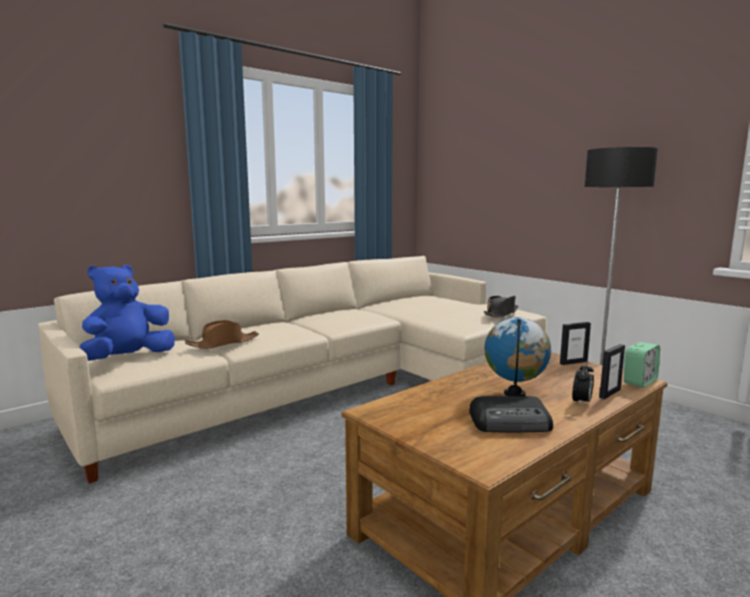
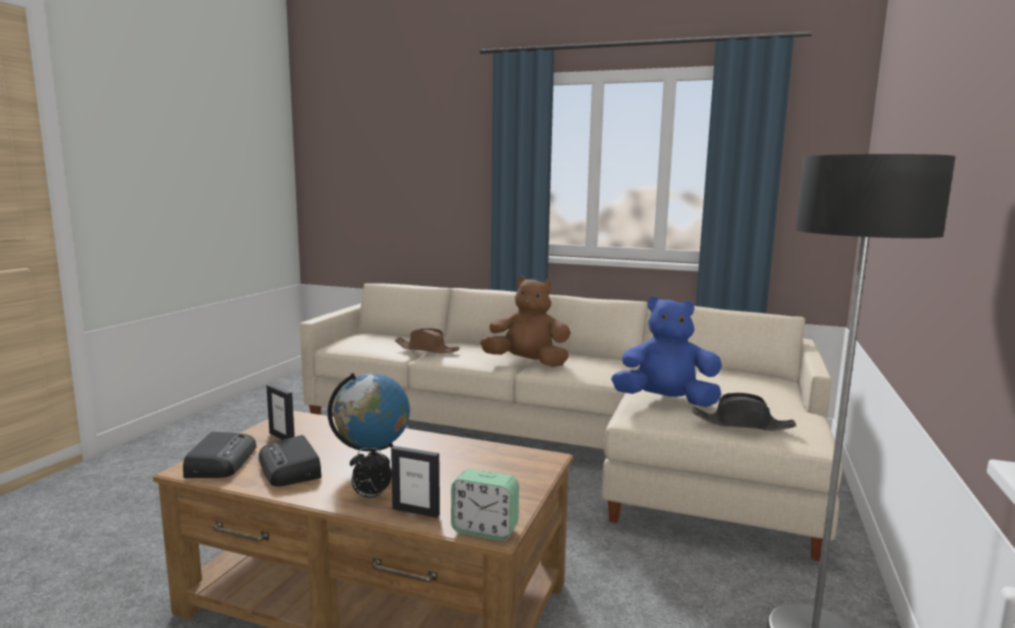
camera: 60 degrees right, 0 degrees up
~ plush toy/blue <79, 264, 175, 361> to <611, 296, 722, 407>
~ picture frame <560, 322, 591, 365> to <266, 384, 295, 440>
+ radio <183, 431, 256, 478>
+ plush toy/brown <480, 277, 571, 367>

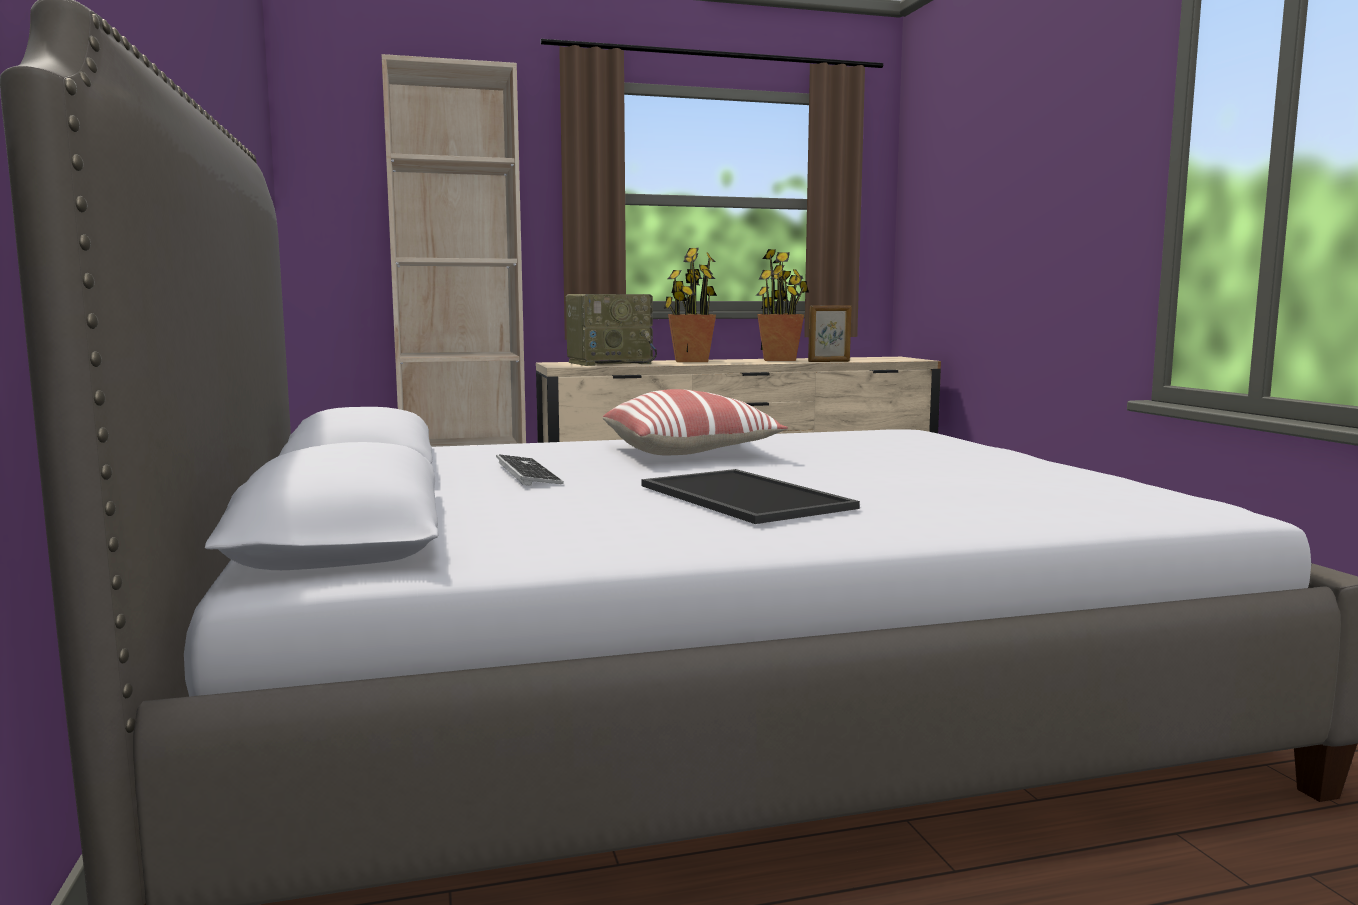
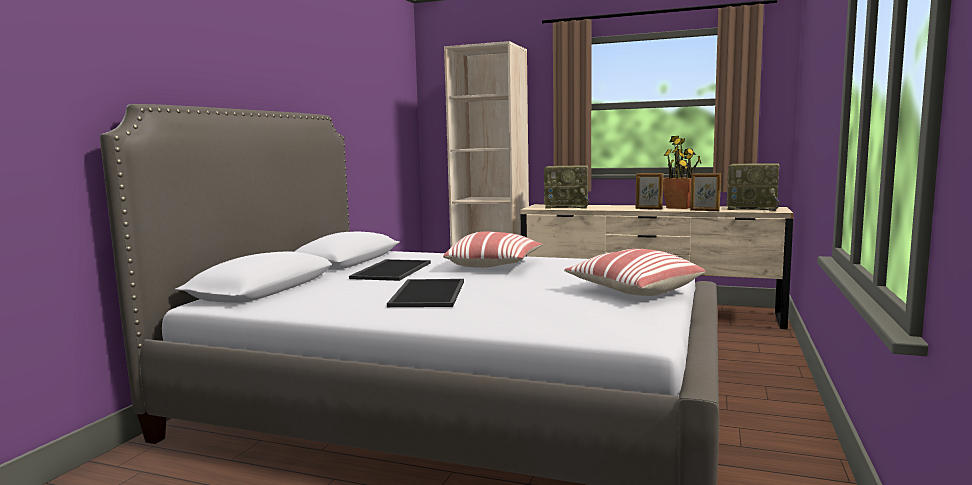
camera: 35 degrees right, 0 degrees up
~ keyboard <496, 454, 564, 486> to tray <349, 259, 431, 281>
- potted plant <663, 248, 717, 362>
+ pillow <564, 249, 706, 296>
+ picture frame <635, 173, 663, 210>
+ radio <727, 163, 780, 211>

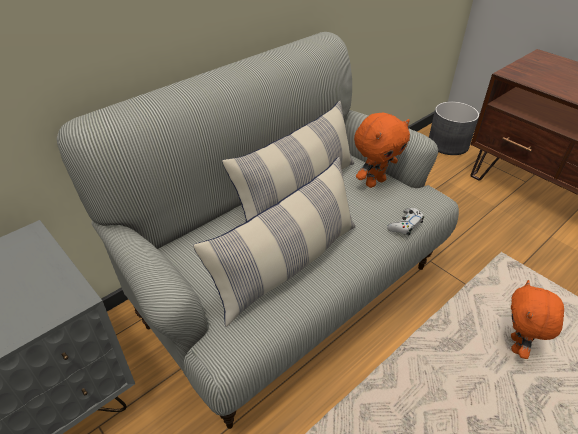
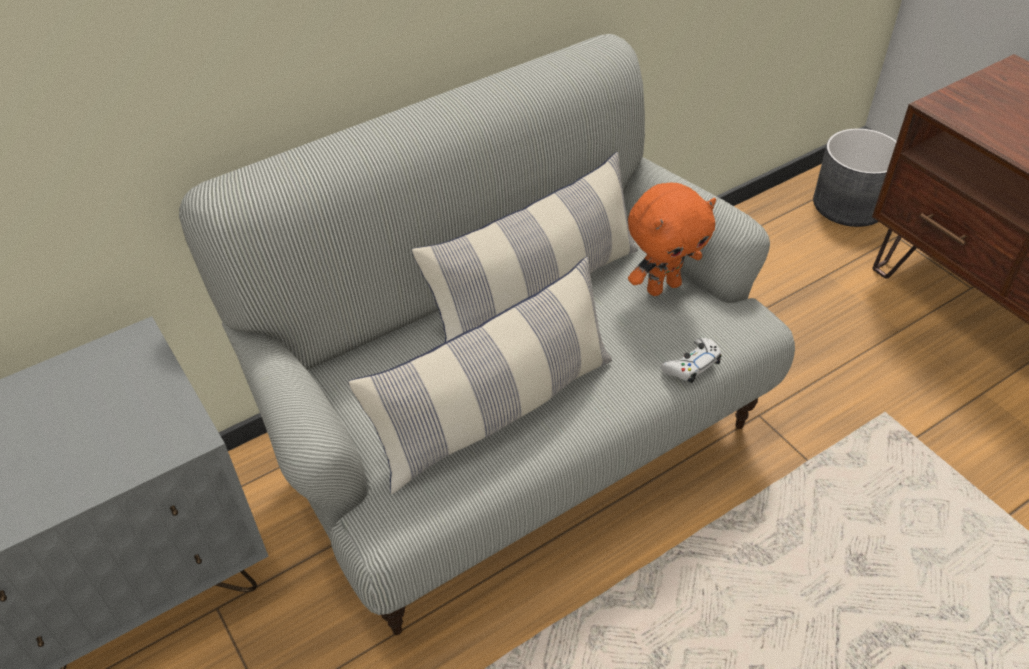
camera: 10 degrees right, 5 degrees up
- plush toy/orange <511, 280, 564, 359>

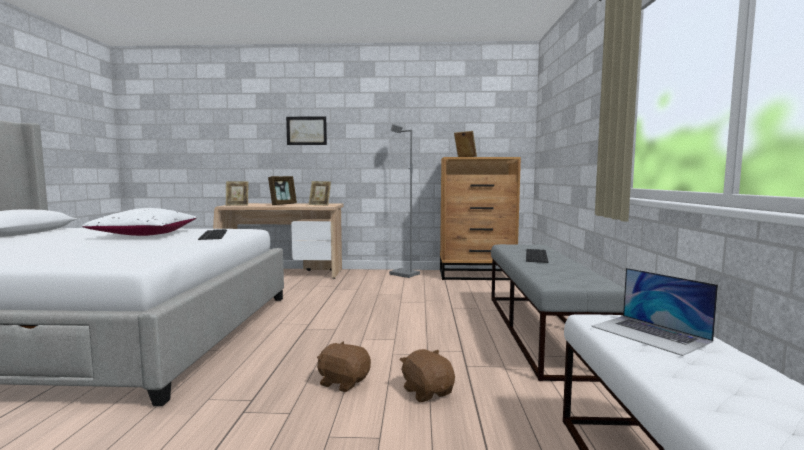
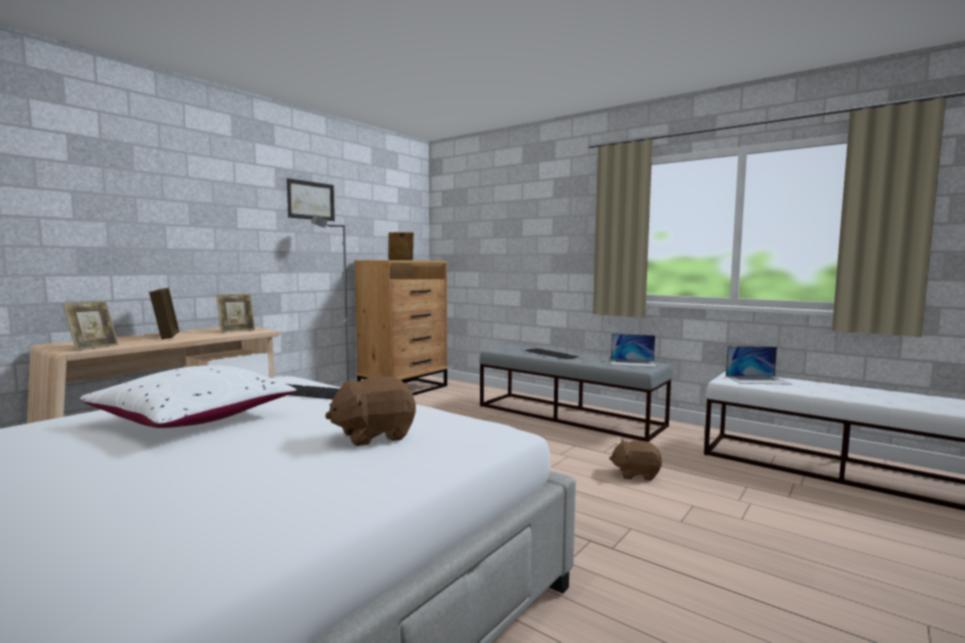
camera: 55 degrees left, 0 degrees up
~ picture <286, 116, 327, 145> to <287, 178, 335, 221>
~ plush toy/brown <317, 341, 371, 392> to <325, 376, 416, 446>
+ laptop <611, 334, 657, 367>

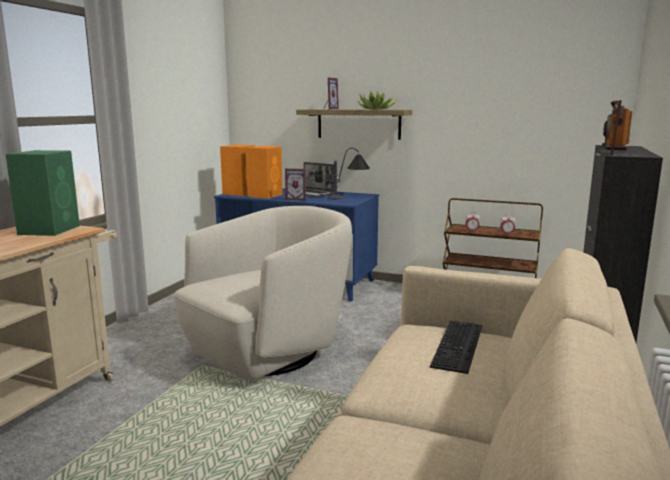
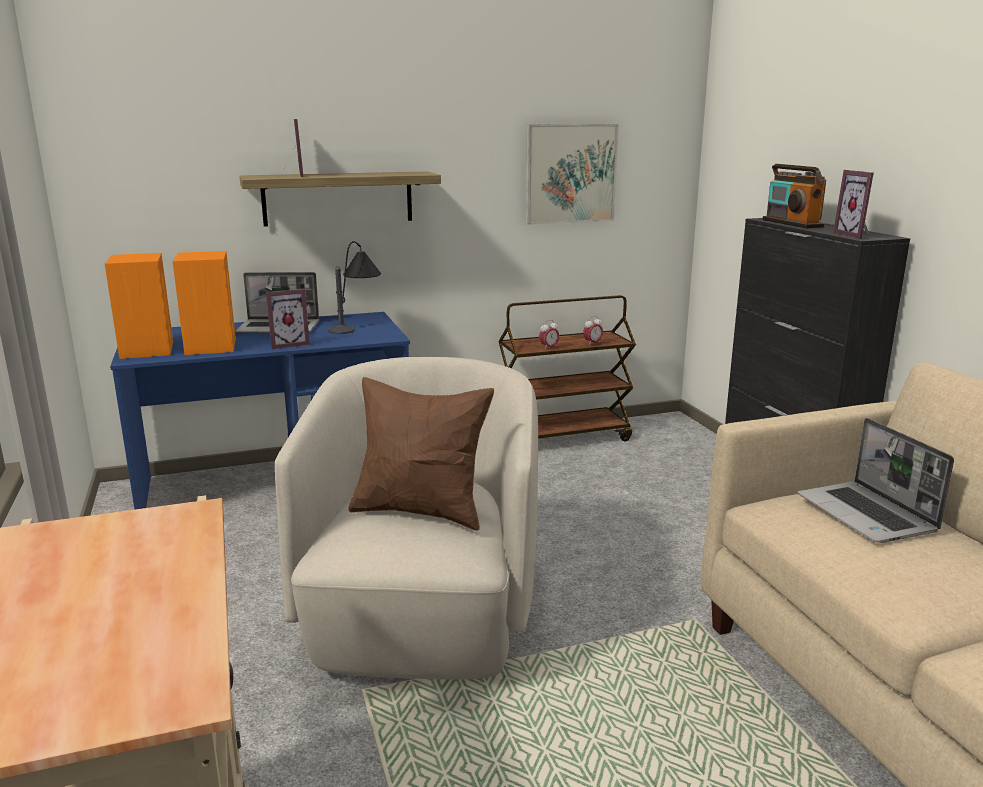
camera: 40 degrees left, 5 degrees up
- speaker/green <5, 150, 80, 236>
- potted plant <357, 91, 397, 109>
~ keyboard <430, 321, 482, 374> to laptop <798, 418, 954, 543>
+ pillow/brown <348, 377, 494, 531>
+ picture <526, 124, 619, 225>

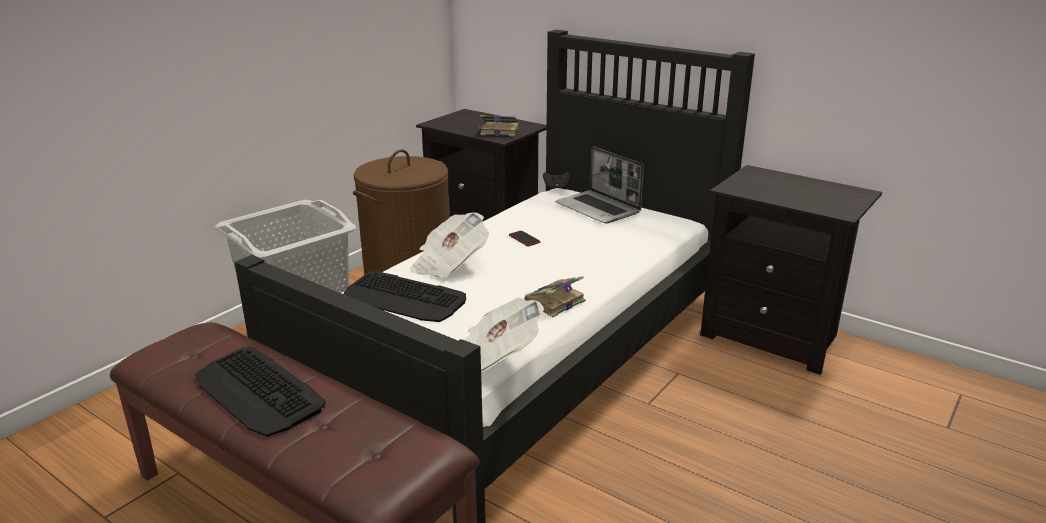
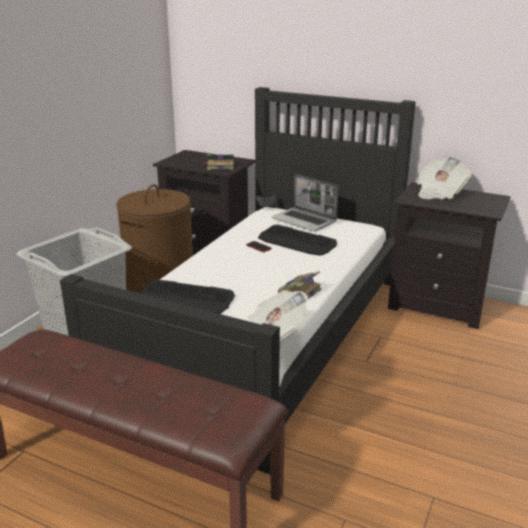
camera: 10 degrees left, 0 degrees up
~ keyboard <195, 346, 326, 437> to <258, 225, 337, 256>
~ newspaper <410, 212, 489, 278> to <417, 157, 472, 199>

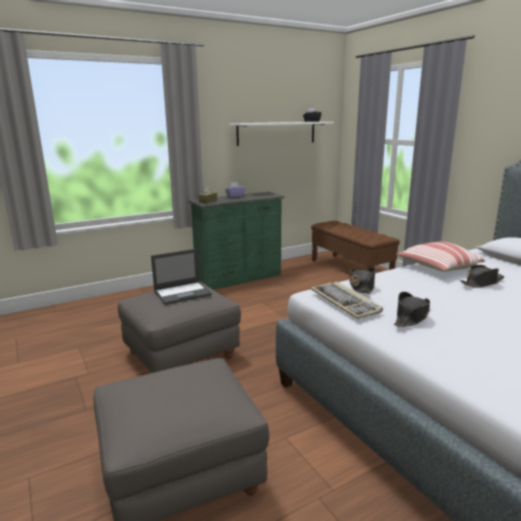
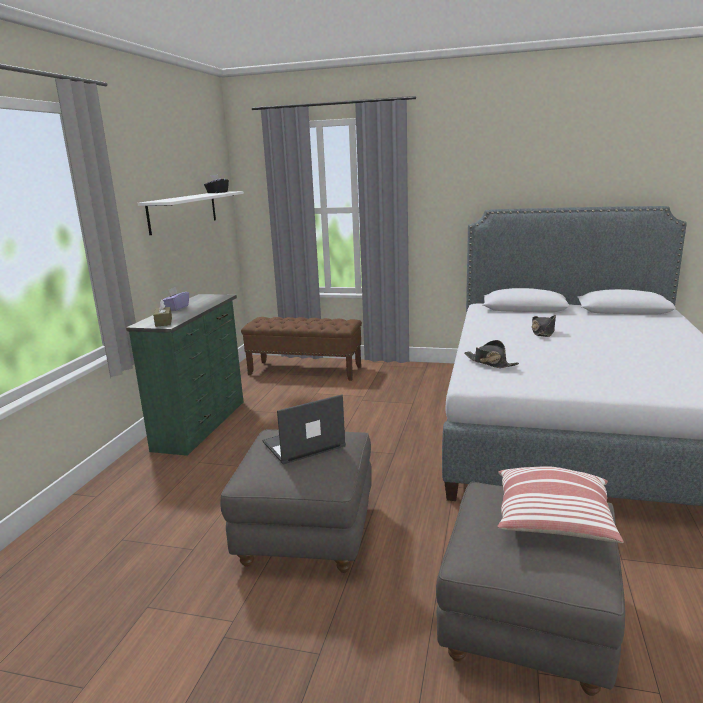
camera: 45 degrees left, 0 degrees up
~ laptop <151, 249, 212, 305> = <262, 394, 346, 465> 135 degrees counterclockwise
- keyboard <311, 281, 383, 319>
- hat/black <394, 292, 430, 327>
~ pillow <396, 242, 485, 272> to <497, 466, 624, 543>

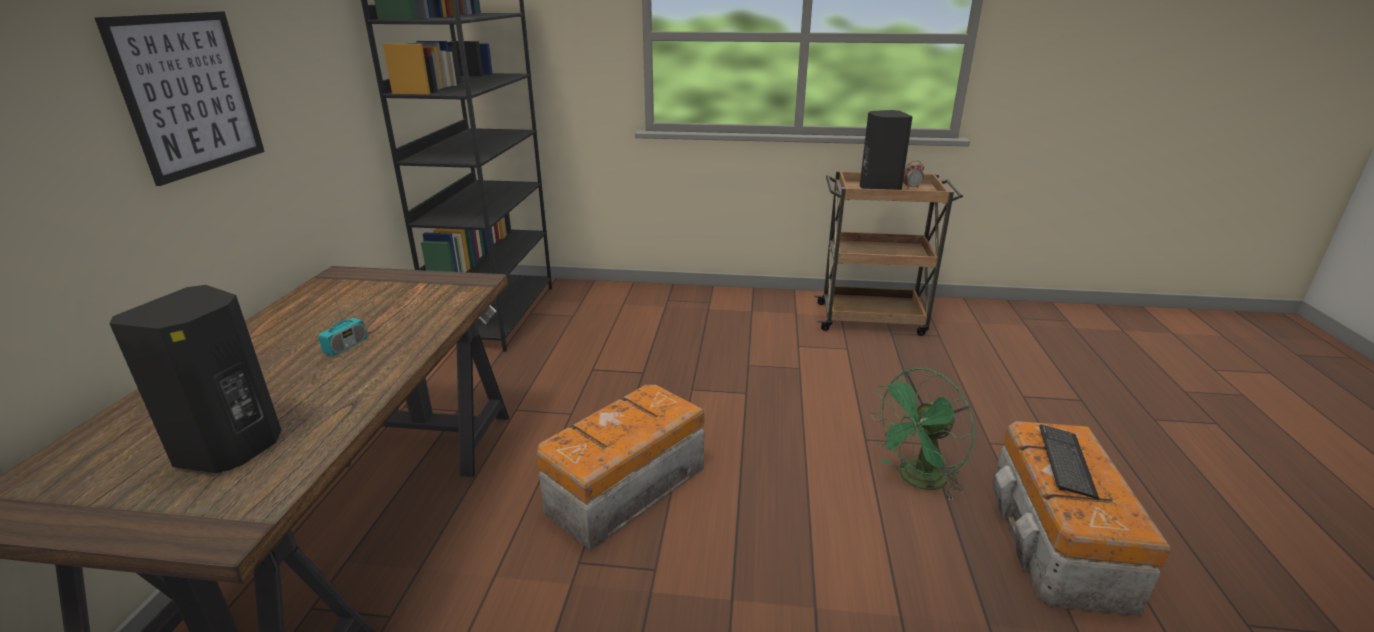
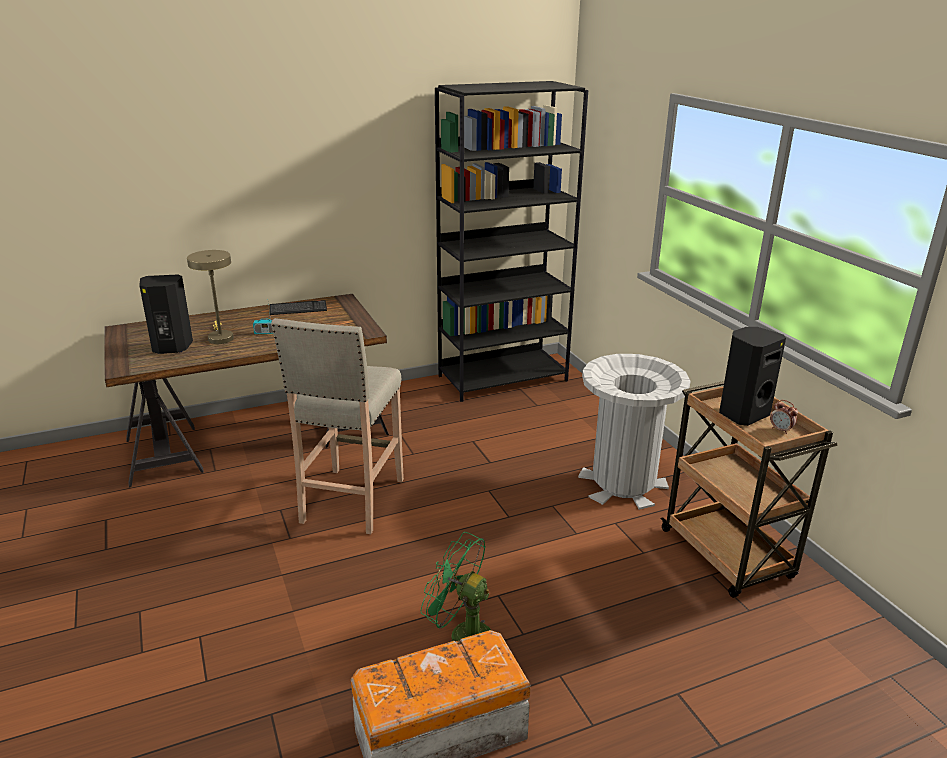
camera: 60 degrees right, 0 degrees up
- picture <95, 11, 265, 186>
~ storage box <536, 385, 705, 551> to stool/beige <271, 318, 404, 534>
~ keyboard <1039, 424, 1099, 499> to <270, 300, 327, 315>
+ table lamp/beige <187, 250, 234, 344>
+ trash can/grey <578, 354, 690, 510>

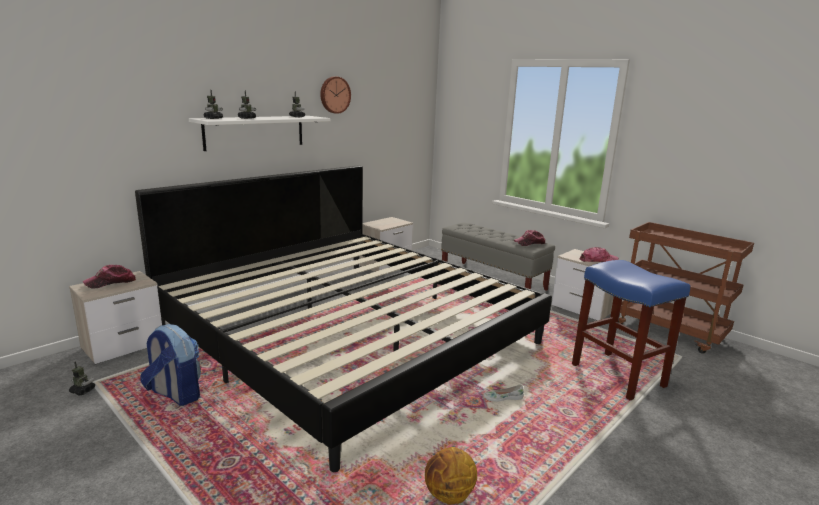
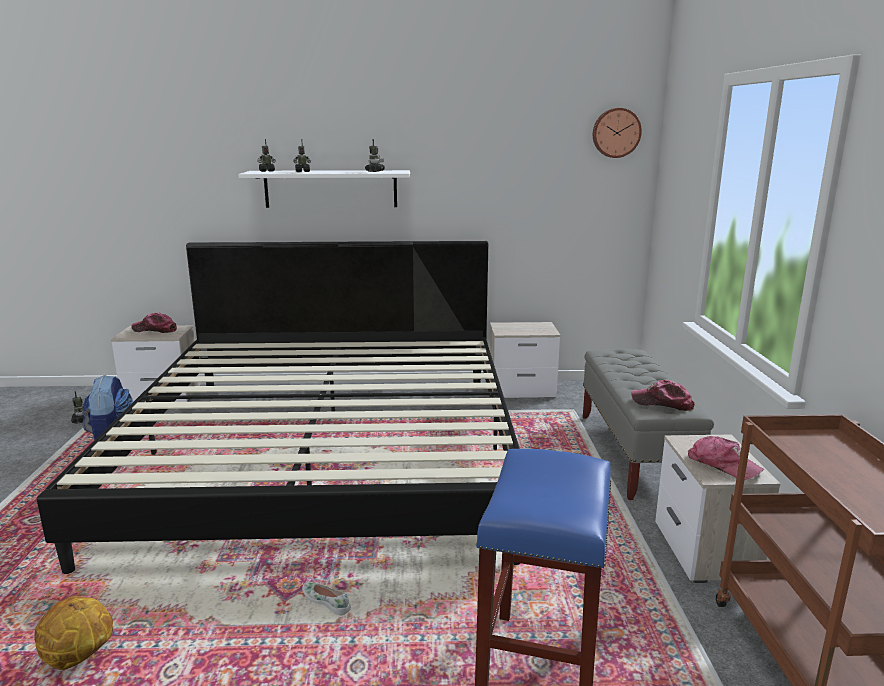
camera: 45 degrees right, 0 degrees up
~ wall clock <320, 76, 351, 114> to <593, 108, 642, 158>

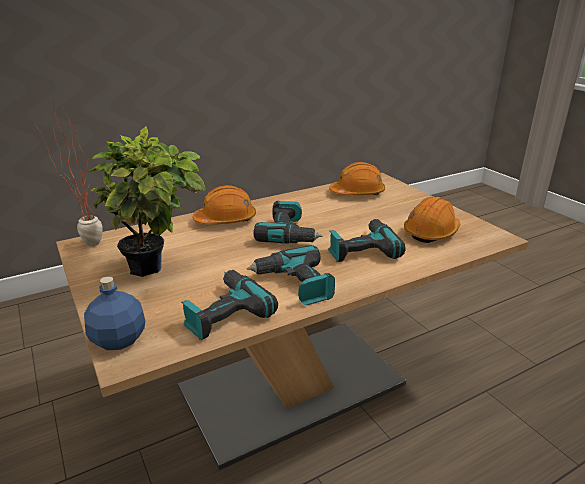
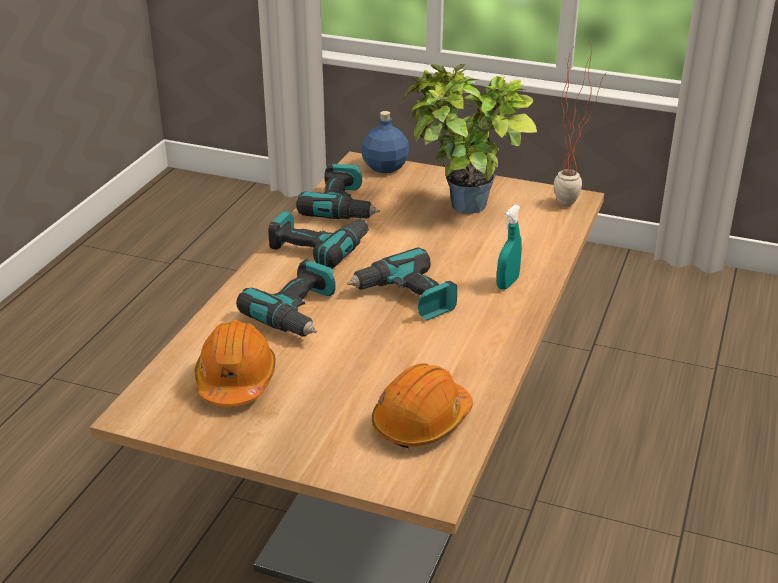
camera: 140 degrees right, 5 degrees up
~ hard hat/orange <192, 185, 256, 224> to spray bottle/turquoise <497, 205, 522, 290>

